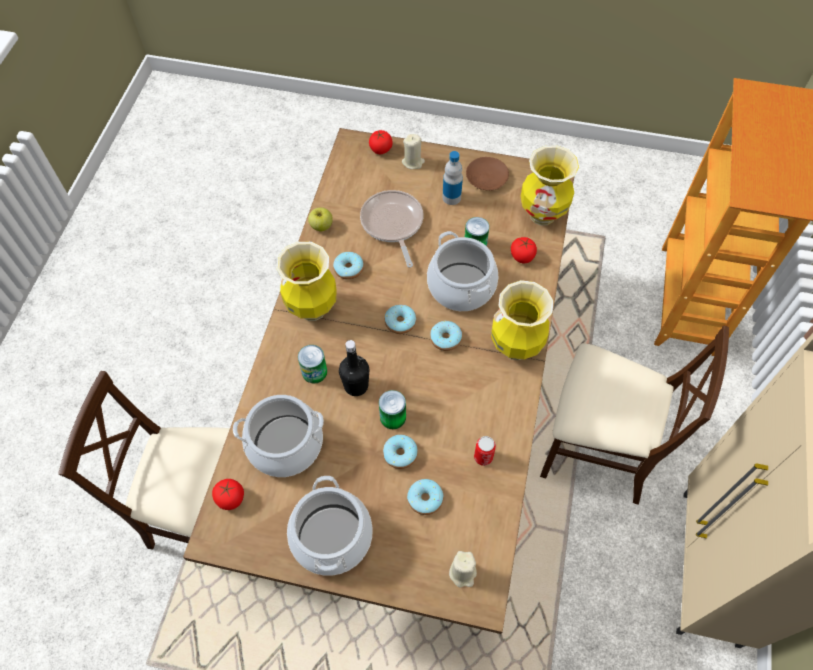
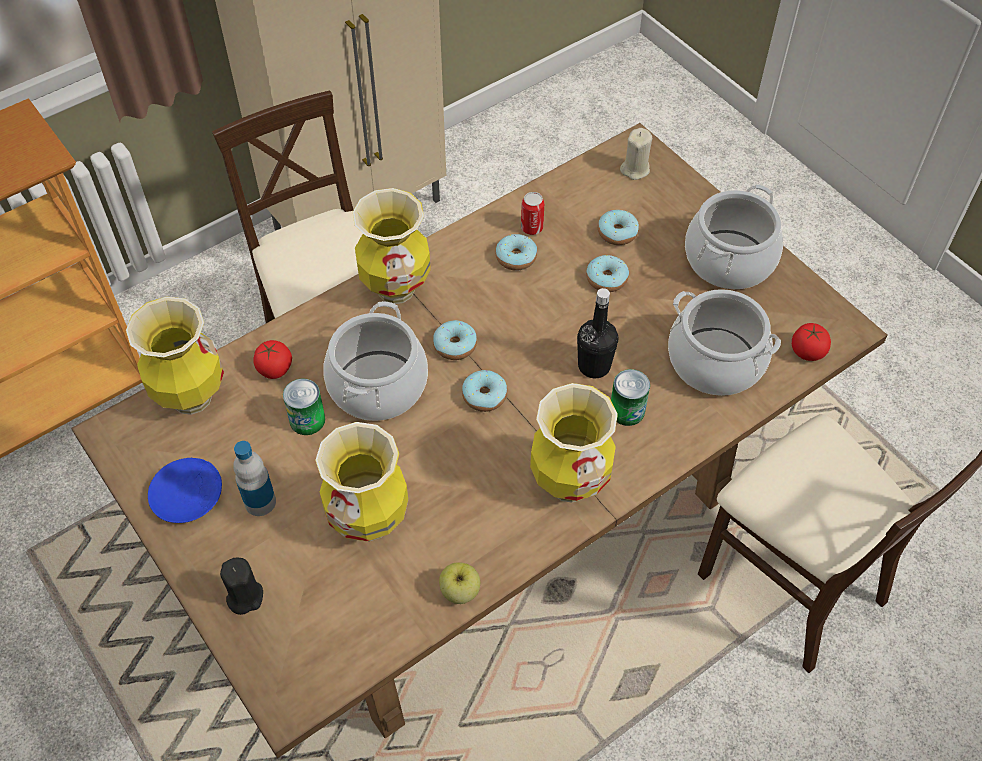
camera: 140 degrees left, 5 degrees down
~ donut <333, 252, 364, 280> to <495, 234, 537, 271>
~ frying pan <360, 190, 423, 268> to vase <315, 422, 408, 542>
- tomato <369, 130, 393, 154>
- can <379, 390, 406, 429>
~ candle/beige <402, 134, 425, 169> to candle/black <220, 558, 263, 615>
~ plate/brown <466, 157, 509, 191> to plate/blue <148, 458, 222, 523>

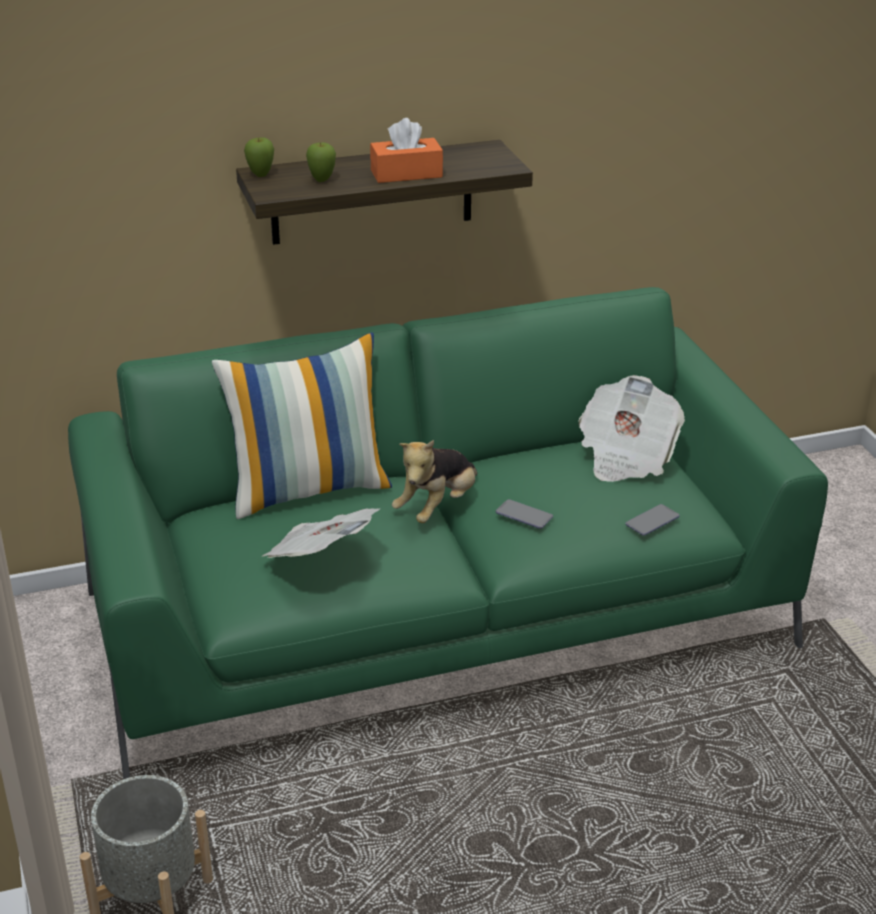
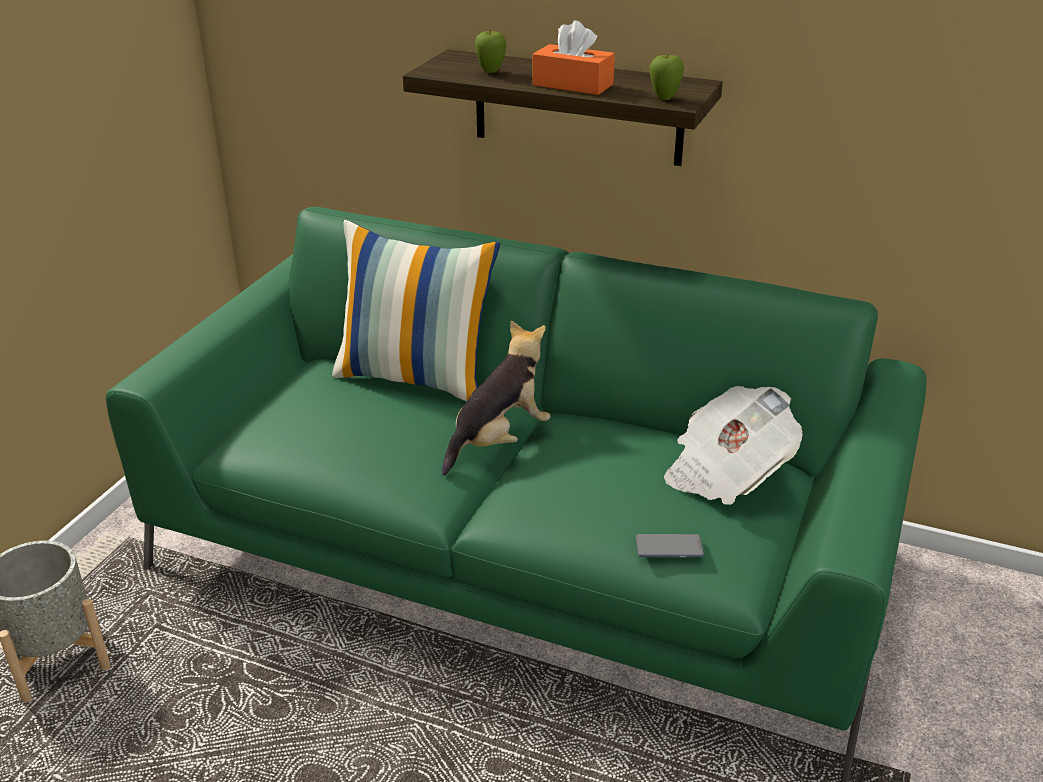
camera: 40 degrees right, 0 degrees up
~ apple <244, 137, 274, 177> to <649, 54, 684, 100>
- newspaper <262, 508, 380, 558>
~ plush toy <392, 440, 477, 523> = <442, 321, 550, 475> 150 degrees clockwise
- phone <496, 499, 553, 529>

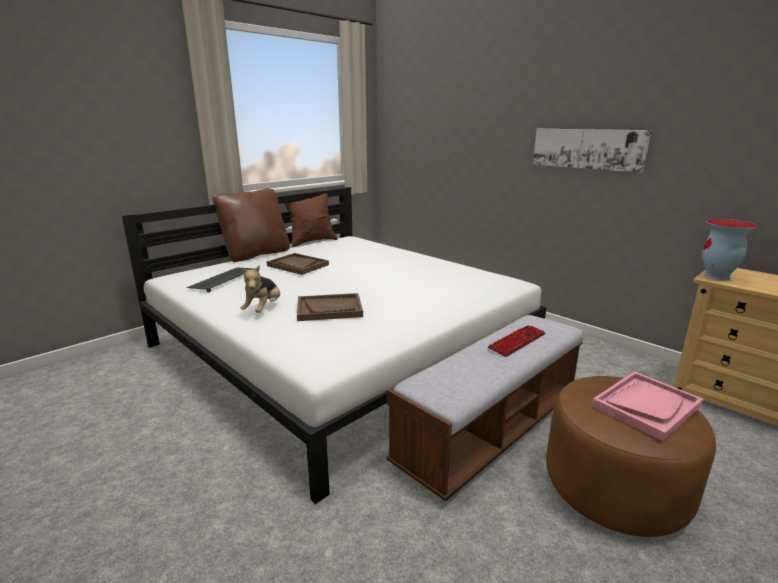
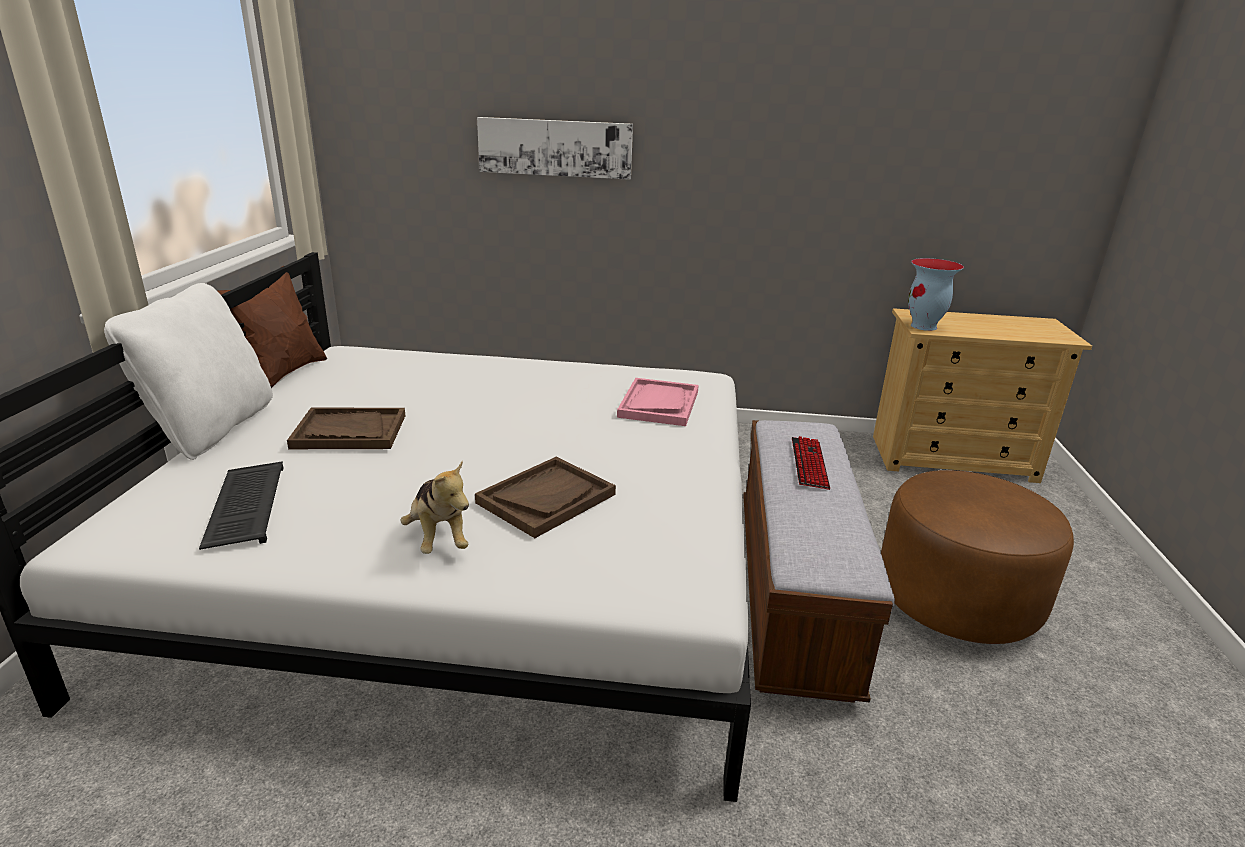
camera: 40 degrees left, 5 degrees up
~ pillow/brown <212, 189, 290, 262> to pillow/white <104, 283, 273, 460>
~ picture <533, 129, 651, 173> to <477, 117, 633, 180>
~ tray/pink <592, 371, 703, 441> to <617, 378, 699, 426>

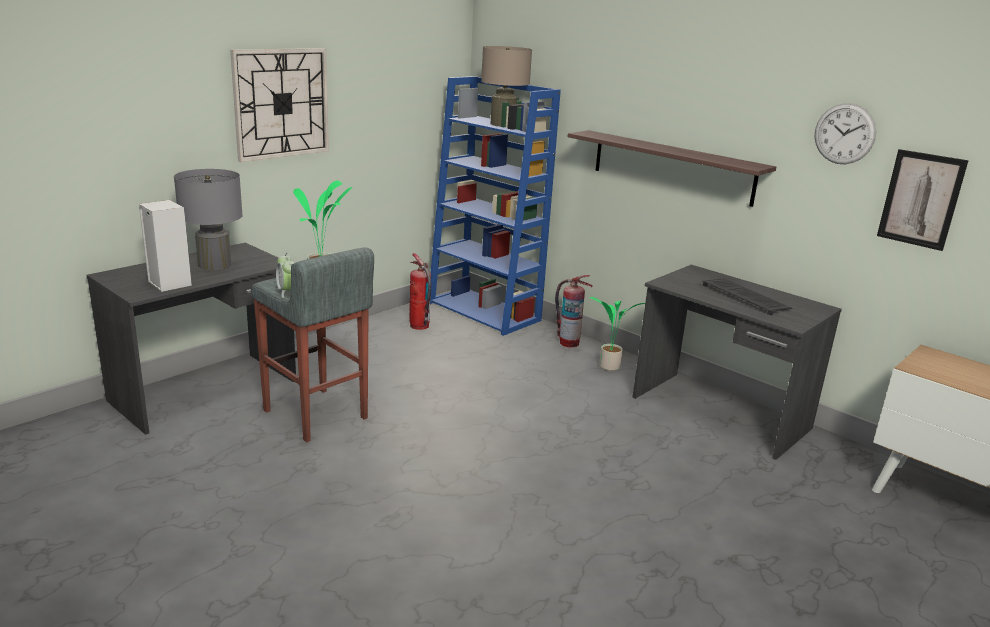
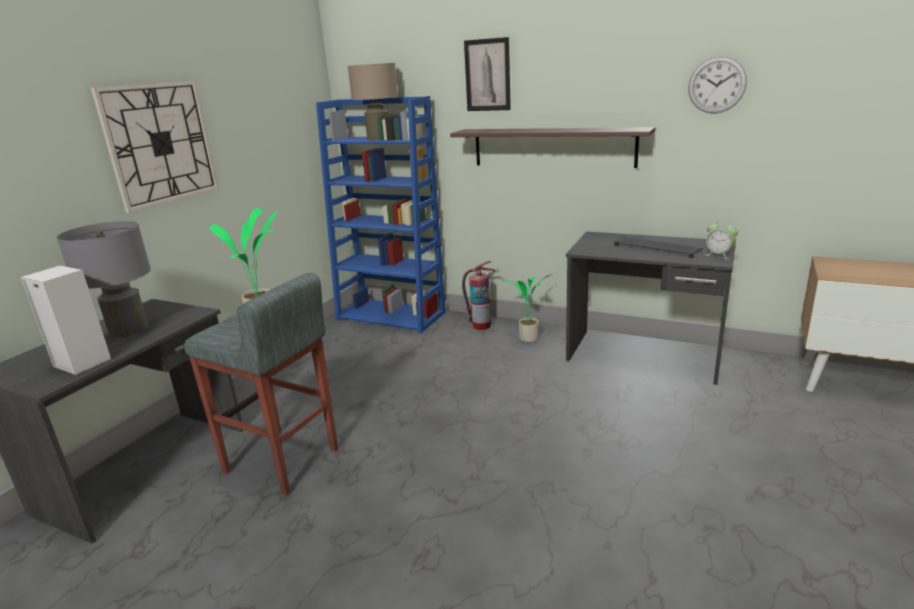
camera: 15 degrees left, 0 degrees up
~ alarm clock <276, 253, 294, 298> to <705, 220, 738, 259>
- fire extinguisher <409, 253, 431, 330>
~ picture <877, 149, 969, 251> to <464, 37, 511, 111>

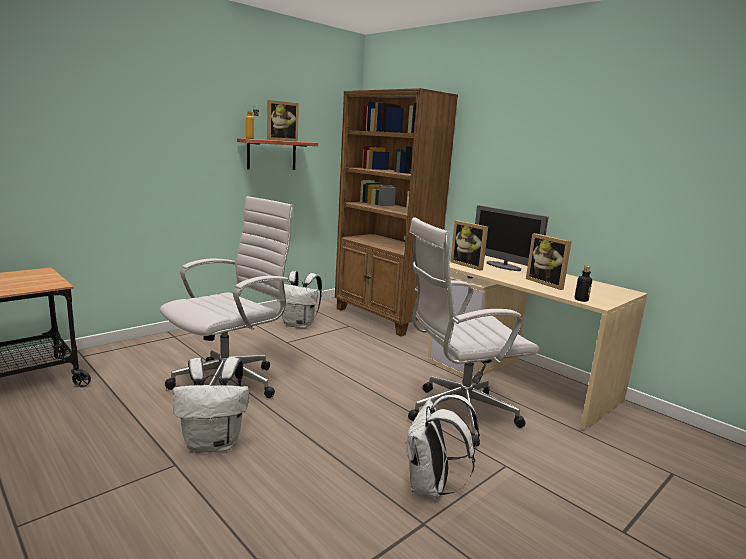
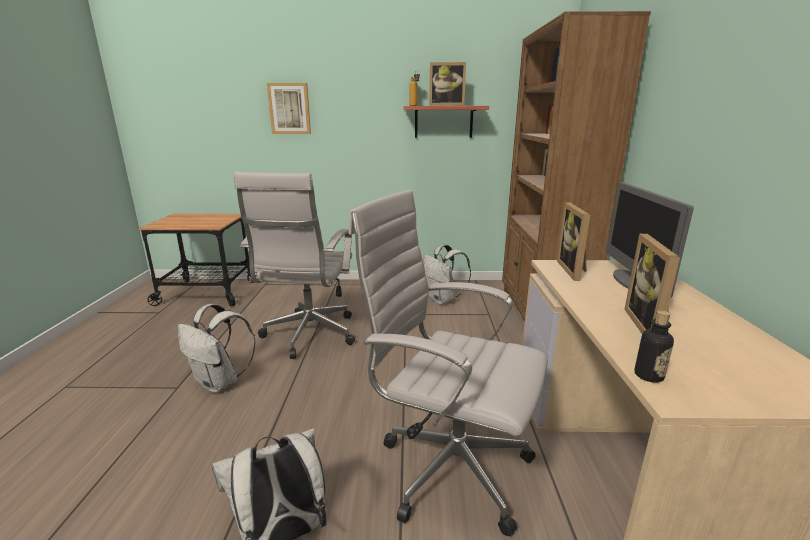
camera: 45 degrees right, 5 degrees up
~ office chair/white <160, 196, 294, 398> = <234, 172, 355, 359> 105 degrees clockwise
+ picture <267, 83, 311, 134>

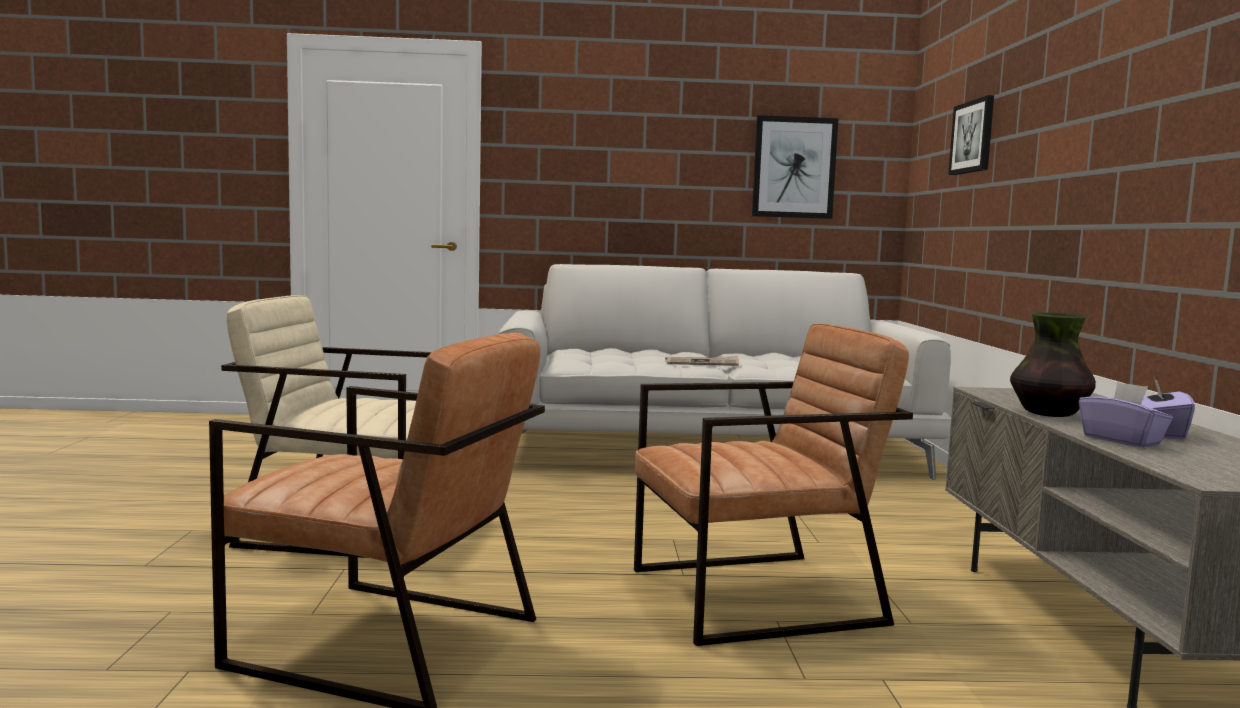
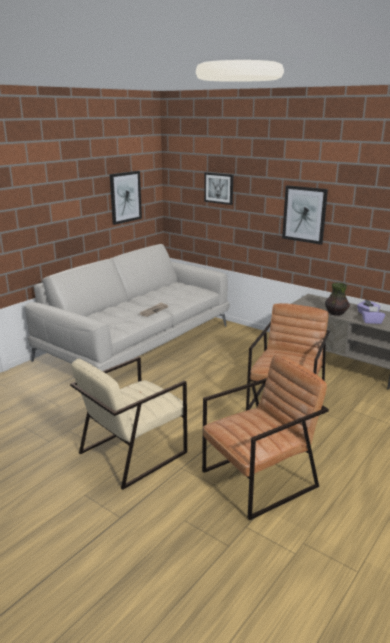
camera: 50 degrees left, 15 degrees up
+ picture <282, 185, 328, 245>

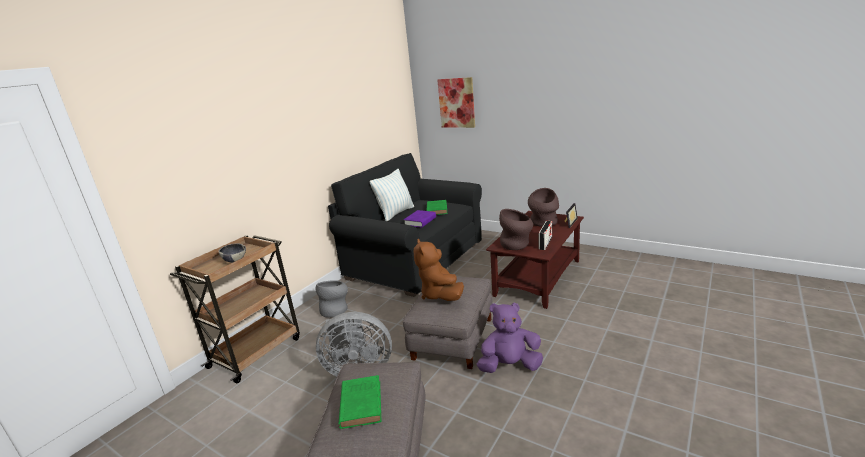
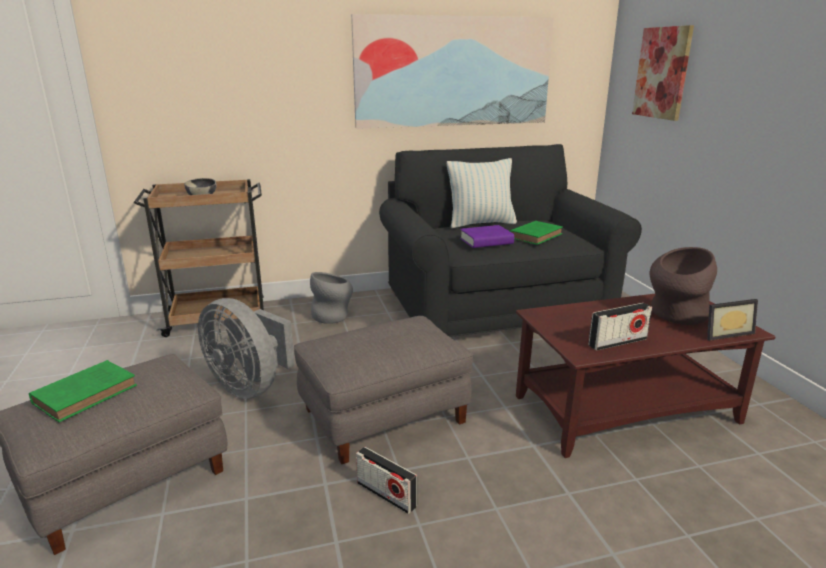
camera: 40 degrees right, 0 degrees up
- plush toy/brown <414, 239, 464, 301>
~ plush toy/purple <477, 303, 543, 373> to radio <356, 447, 417, 514>
- vase/brown <499, 209, 533, 250>
+ picture <351, 14, 554, 129>

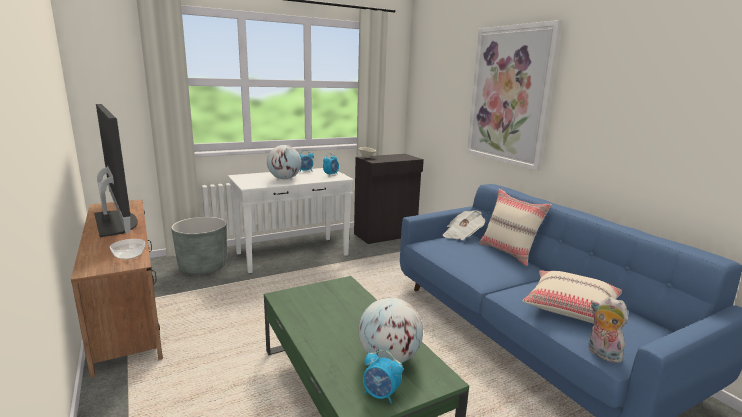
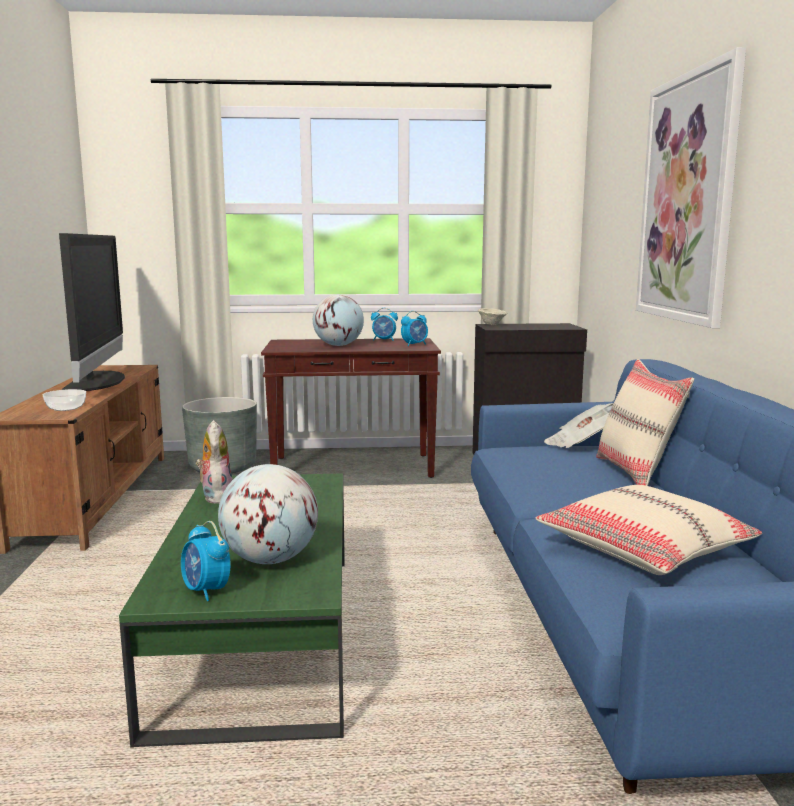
camera: 25 degrees right, 5 degrees down
~ console table/white <228, 168, 354, 274> to console table/brown <261, 338, 441, 478>
~ plush toy <589, 297, 629, 363> to <196, 420, 233, 504>

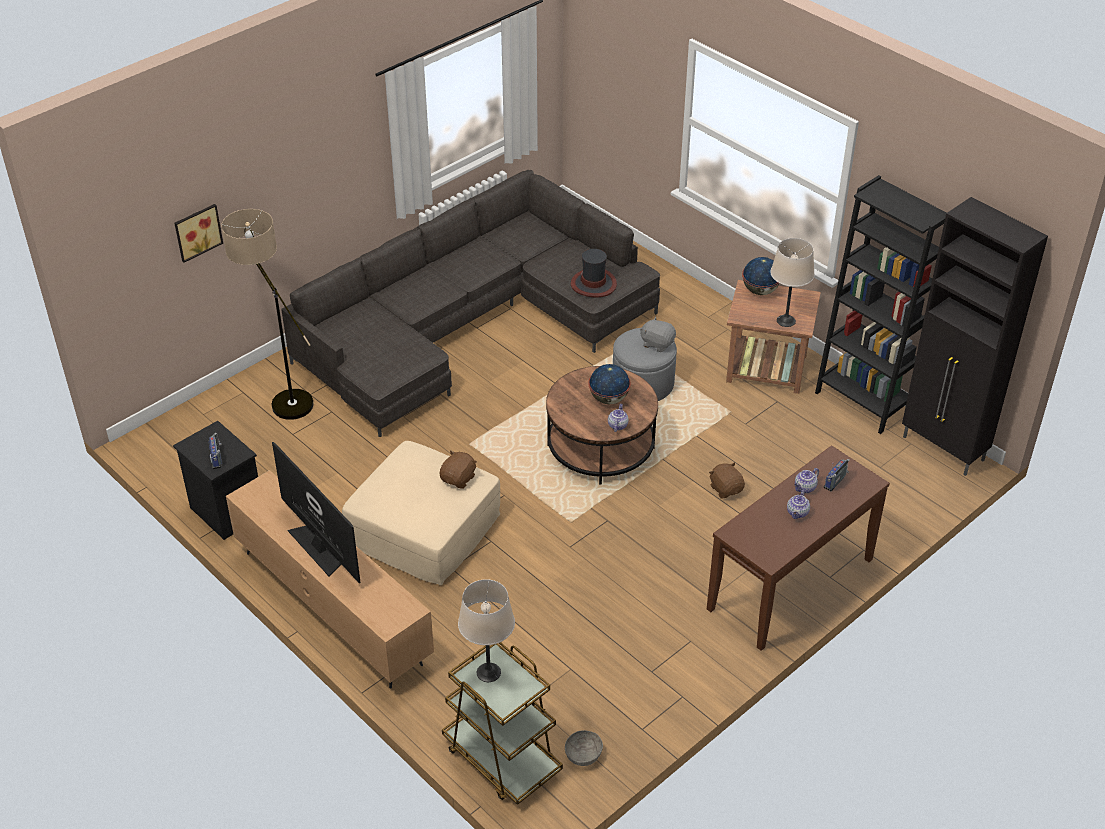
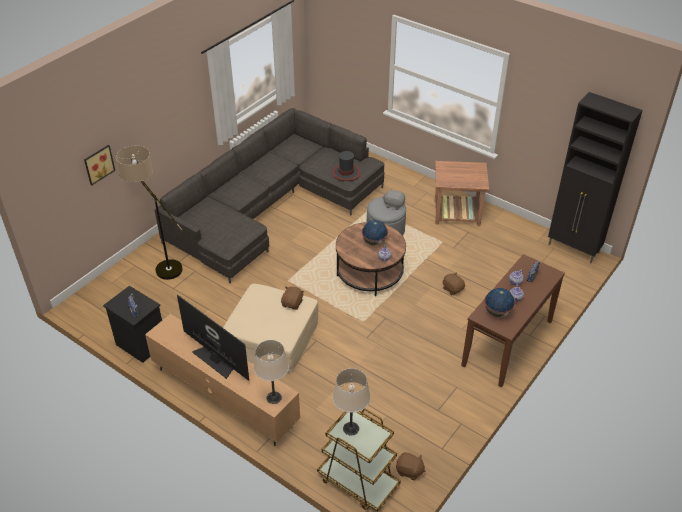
camera: 10 degrees left, 0 degrees up
~ bowl/grey <565, 730, 603, 766> to plush toy/brown <396, 452, 426, 480>
~ globe <742, 257, 780, 295> to <484, 288, 515, 317>
~ table lamp/beige <770, 238, 815, 327> to <254, 340, 289, 404>
- bookcase/black <815, 175, 947, 434>

